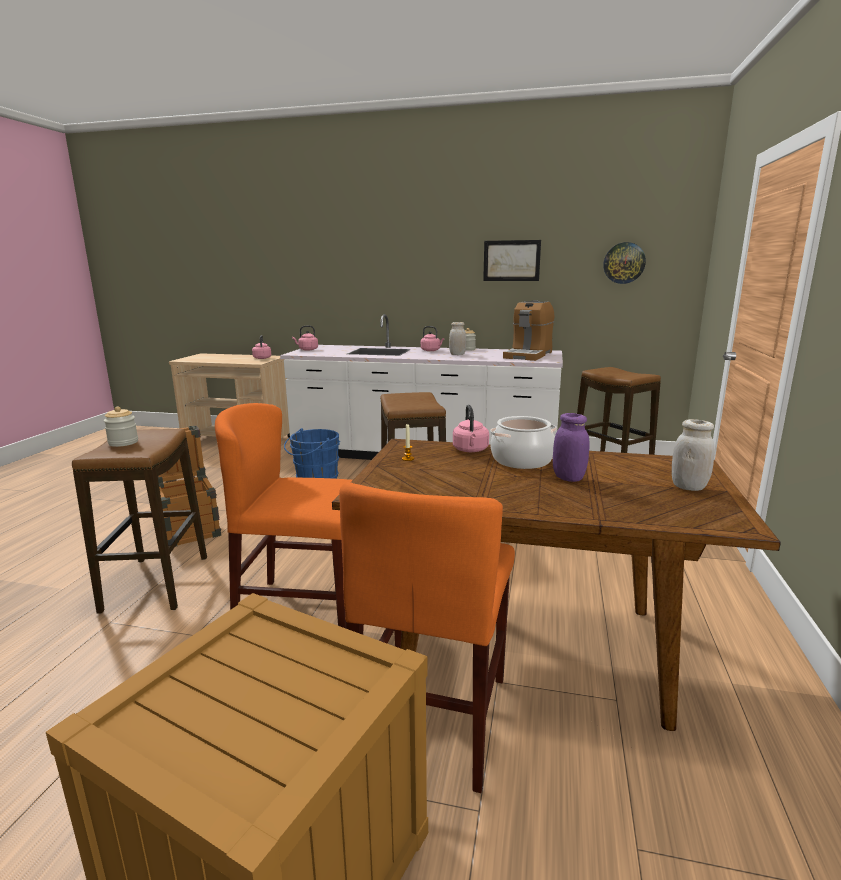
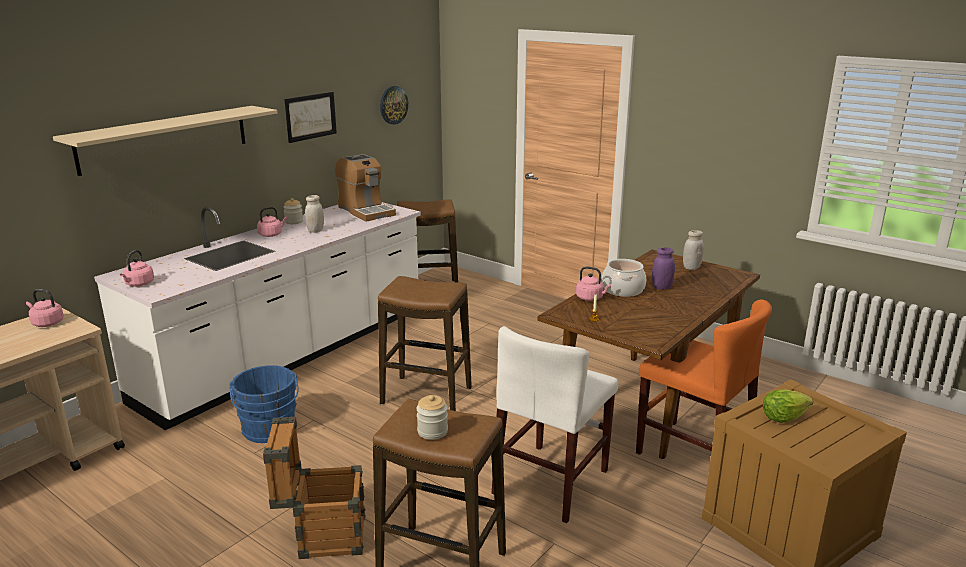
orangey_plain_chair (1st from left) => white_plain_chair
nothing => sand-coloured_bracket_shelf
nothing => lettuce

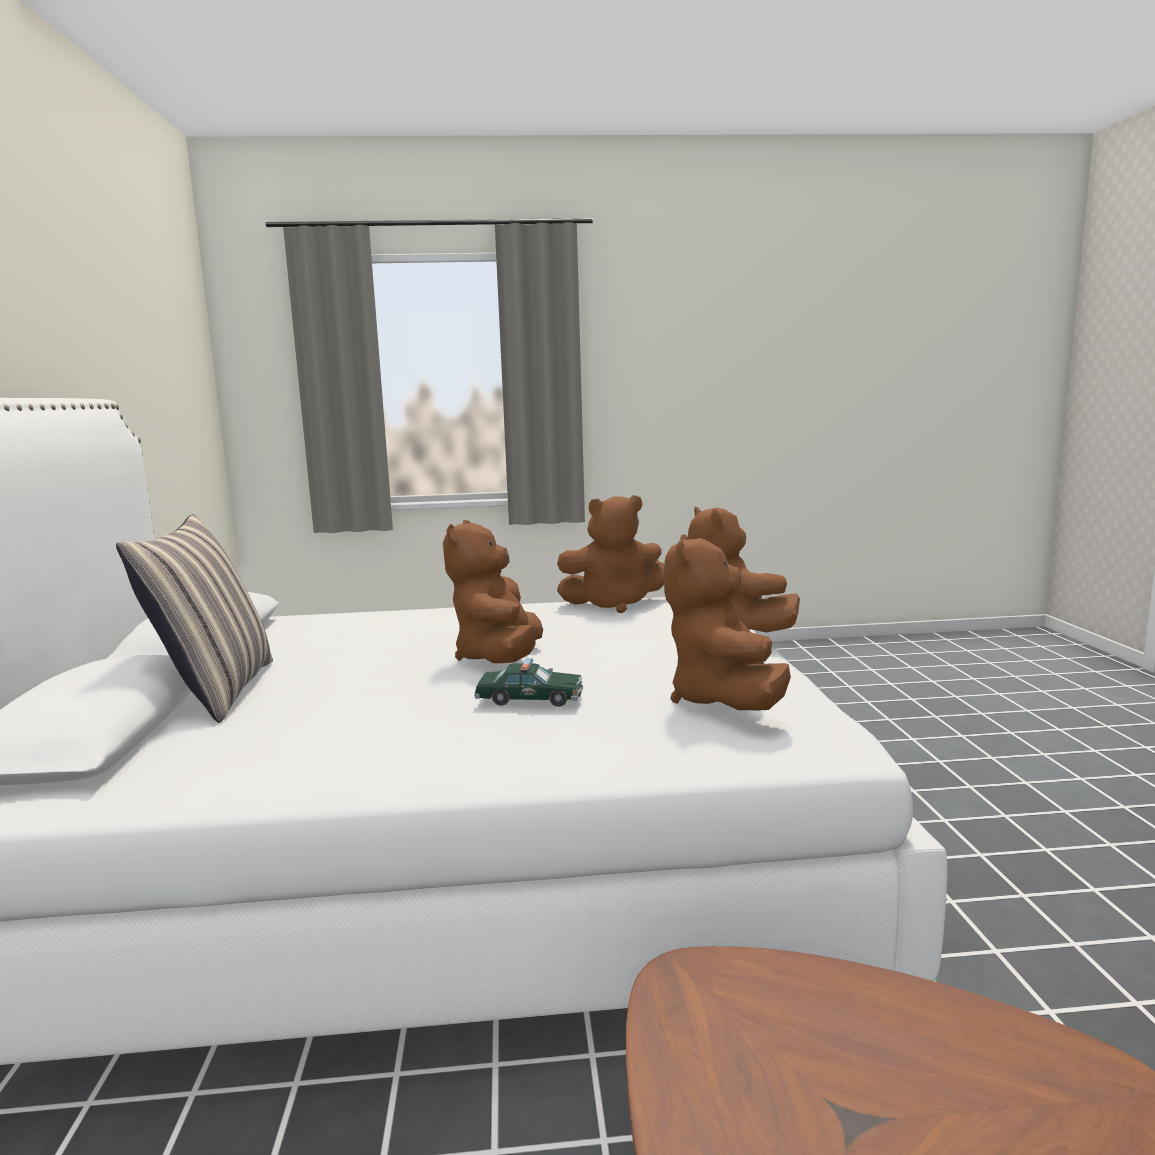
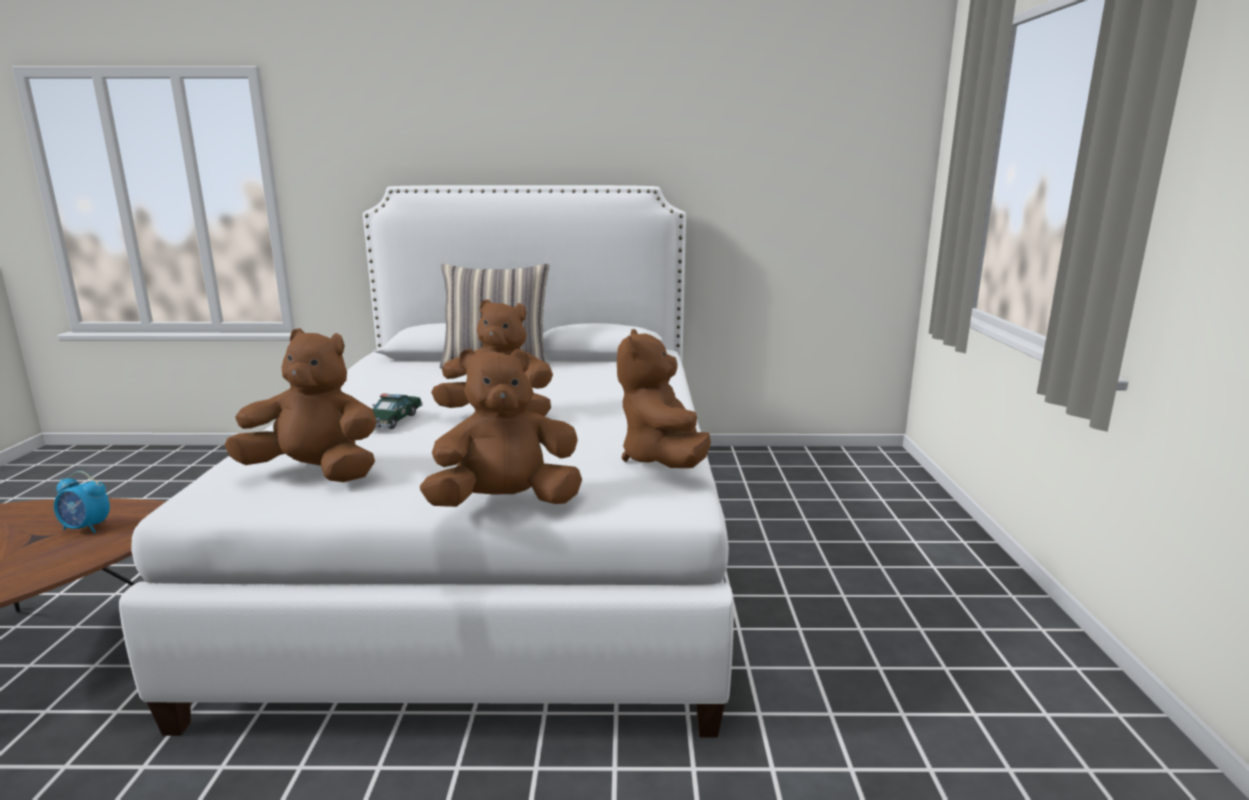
nothing => alarm_clock

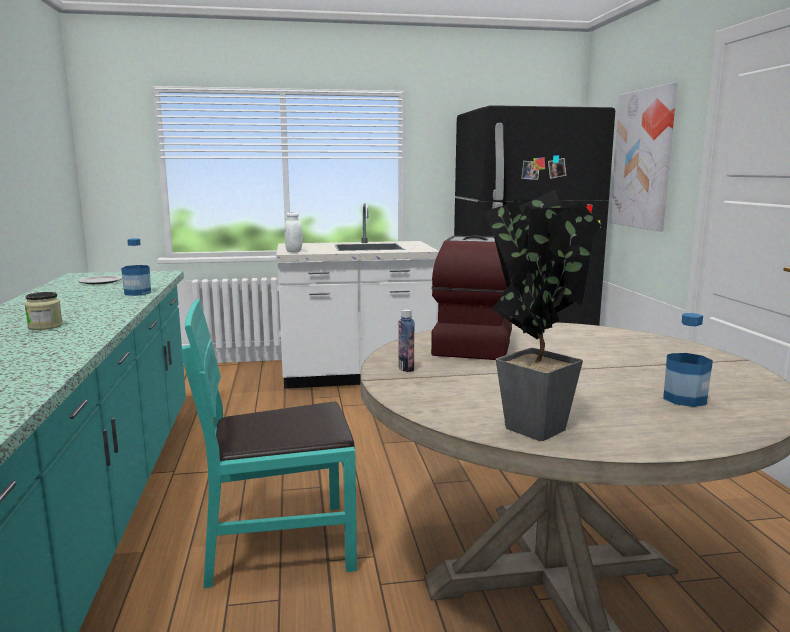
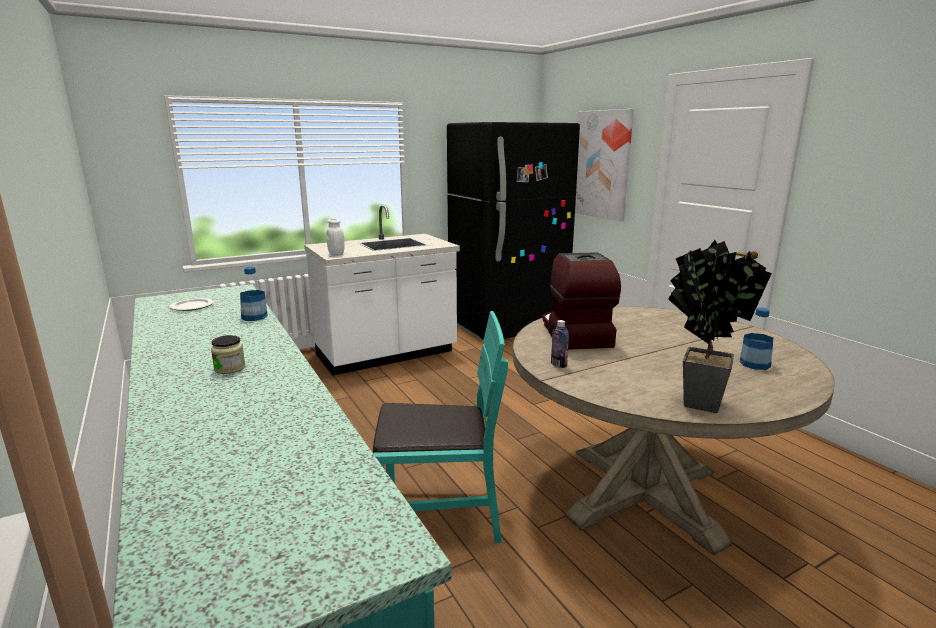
turquoise-coloured_plain_chair, 150 degrees counterclockwise

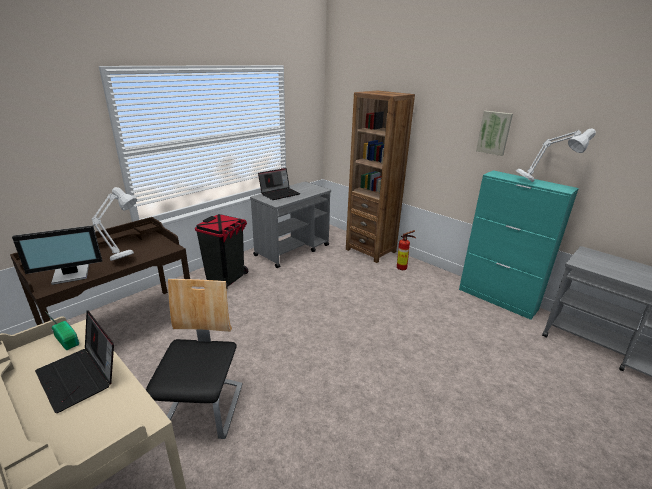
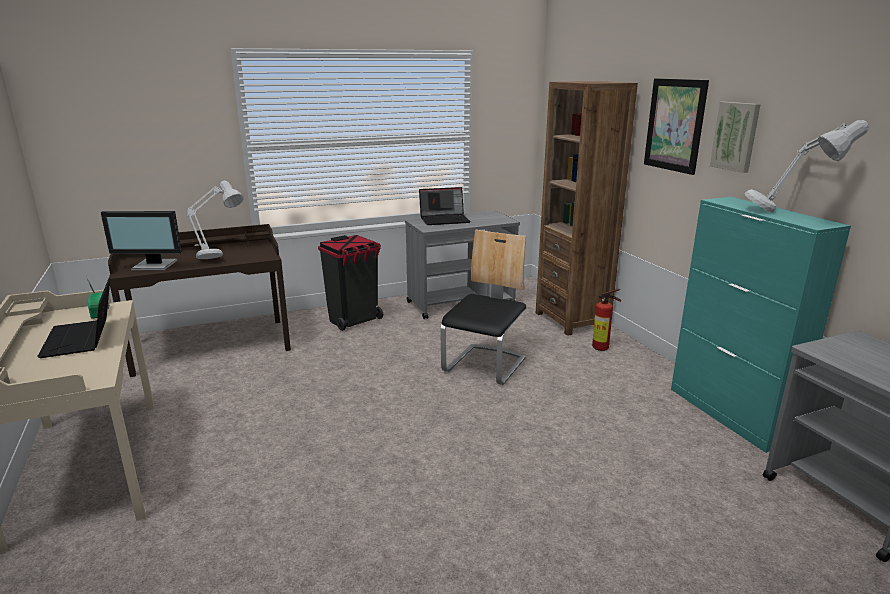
plain_chair, move
nothing => wall_art (1st from left)

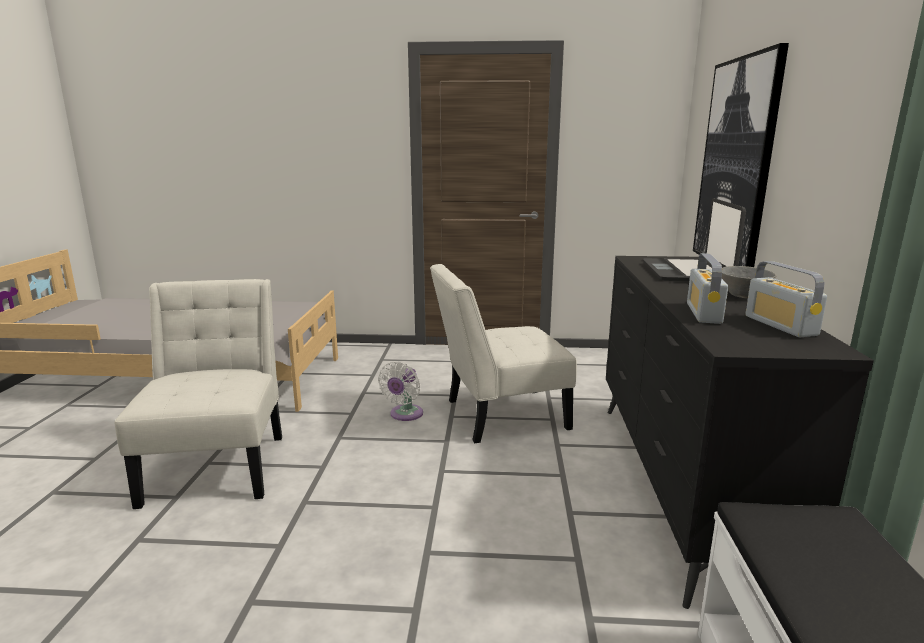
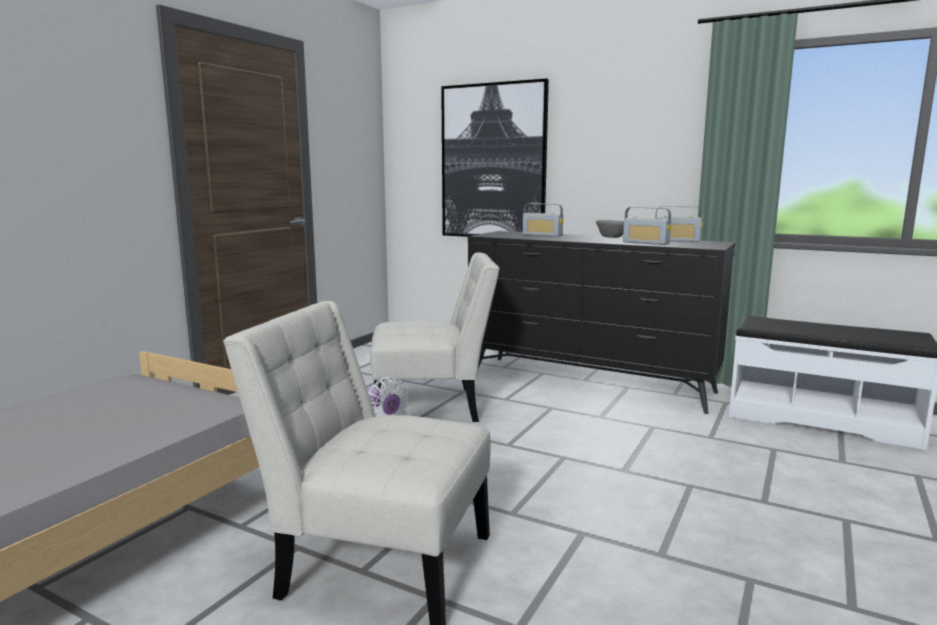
portable_computer => radio_receiver (1st from left)
white_plain_chair (2nd from left), 105 degrees counterclockwise

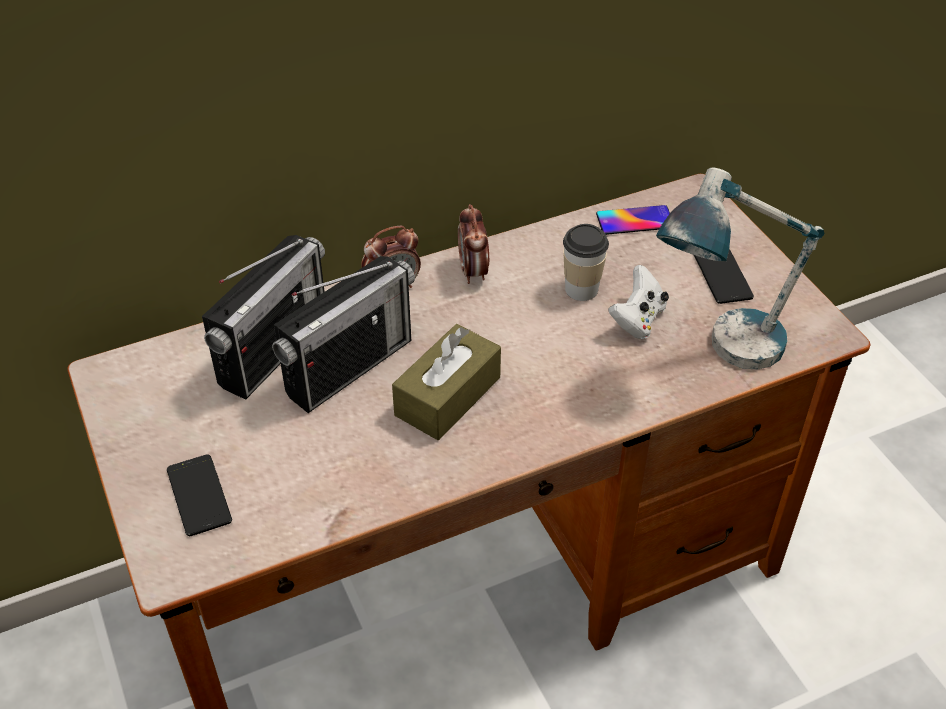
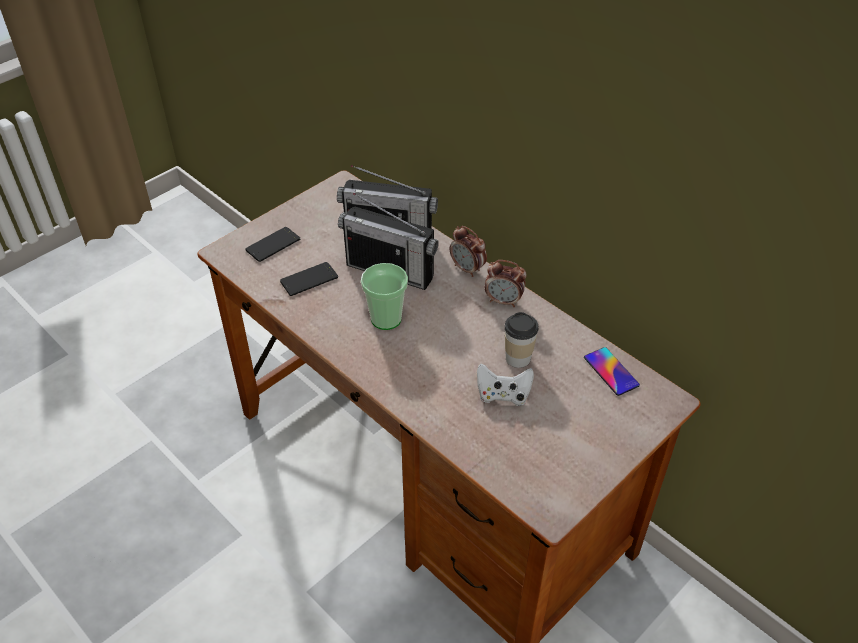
tabletop_lamp => nothing
alarm_clock (2nd from left), 135 degrees counterclockwise
telephone (3rd from left in the first image) => telephone (2nd from left), move
brown_tissue_holder => drinking_cup (1st from left)

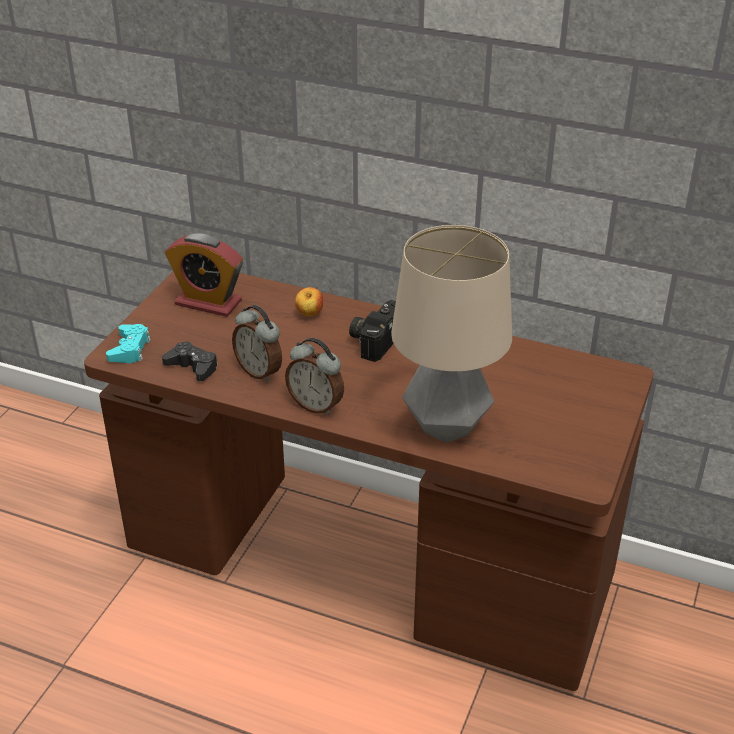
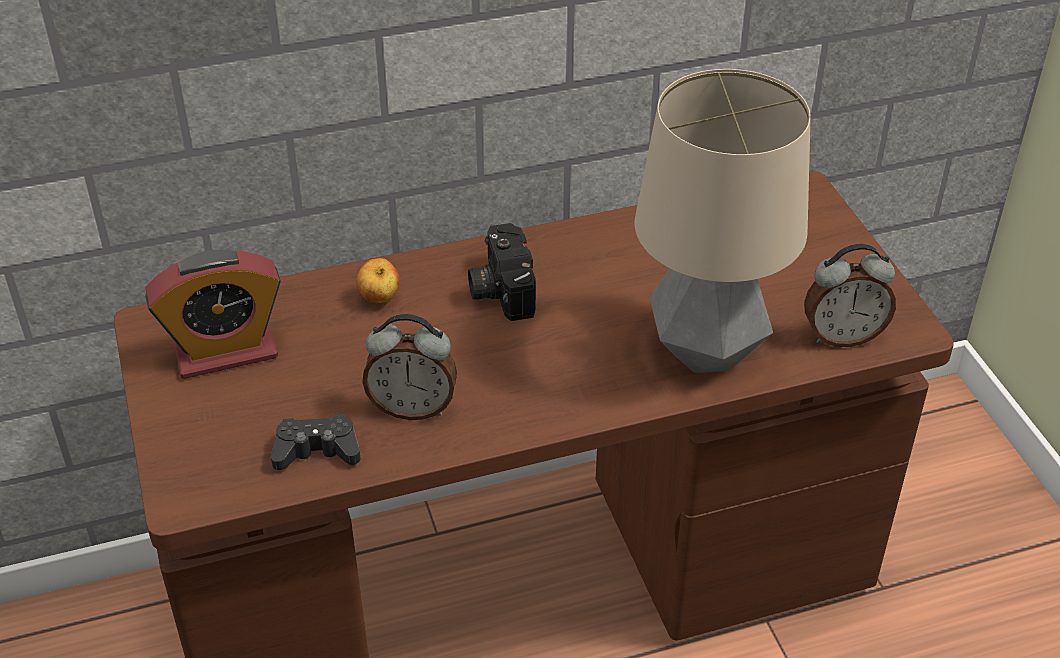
turquoise-coloured_game_controller => nothing
alarm_clock (3rd from left), move

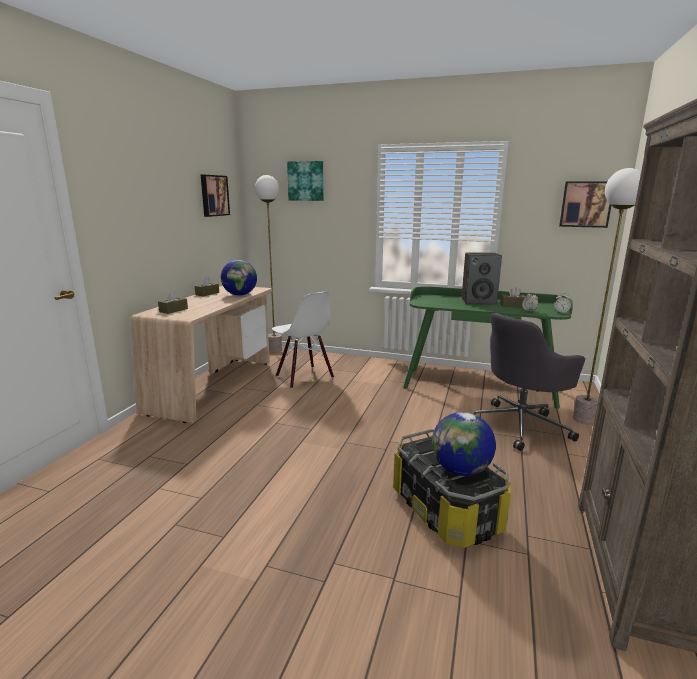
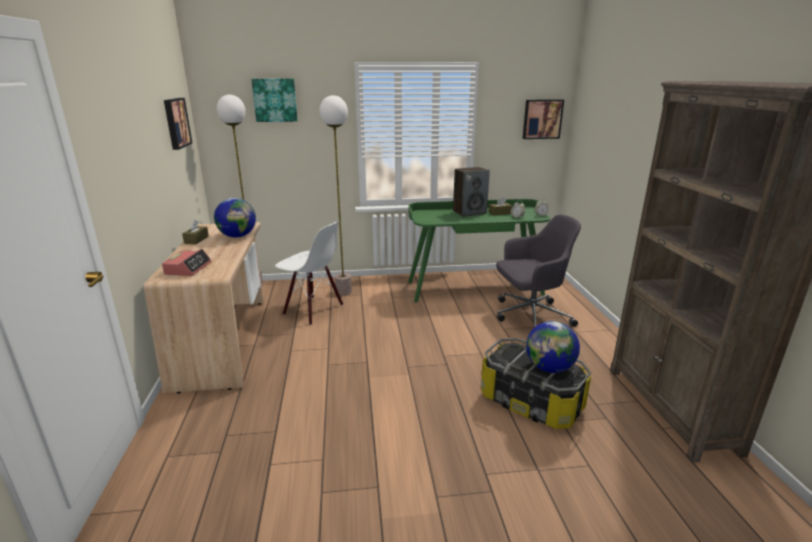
floor_lamp (2nd from left), move
brown_tissue_holder (1st from left) => alarm_clock (1st from left)
grey_office_chair, 135 degrees counterclockwise

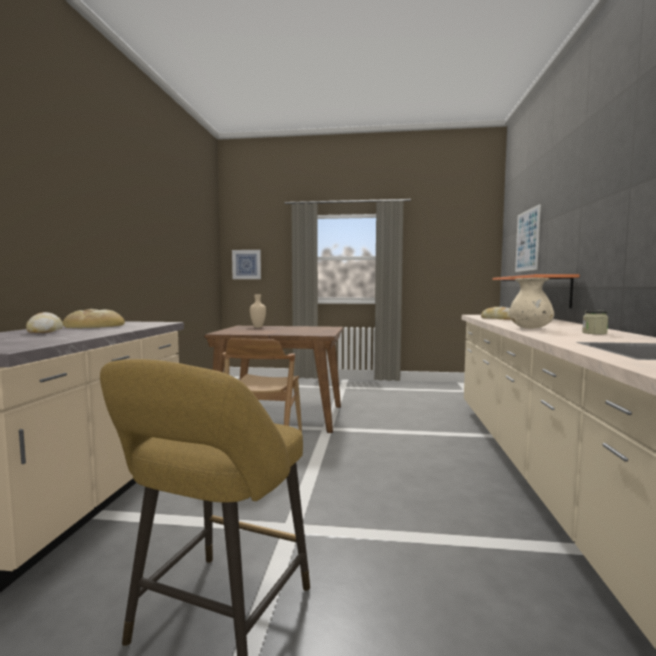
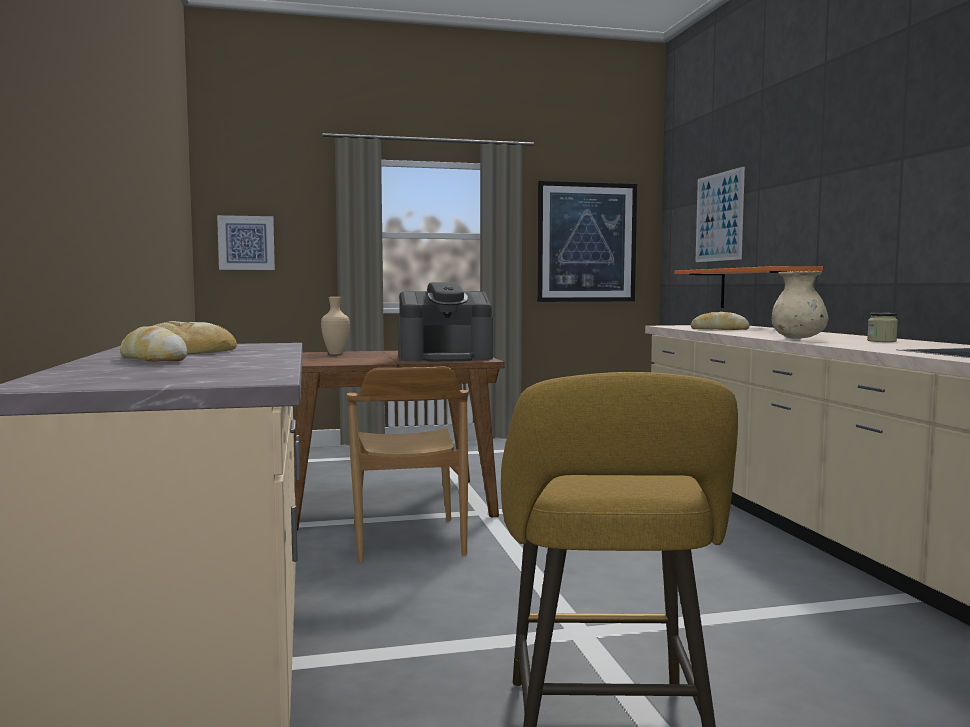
nothing => wall_art (2nd from left)
nothing => coffee_maker

